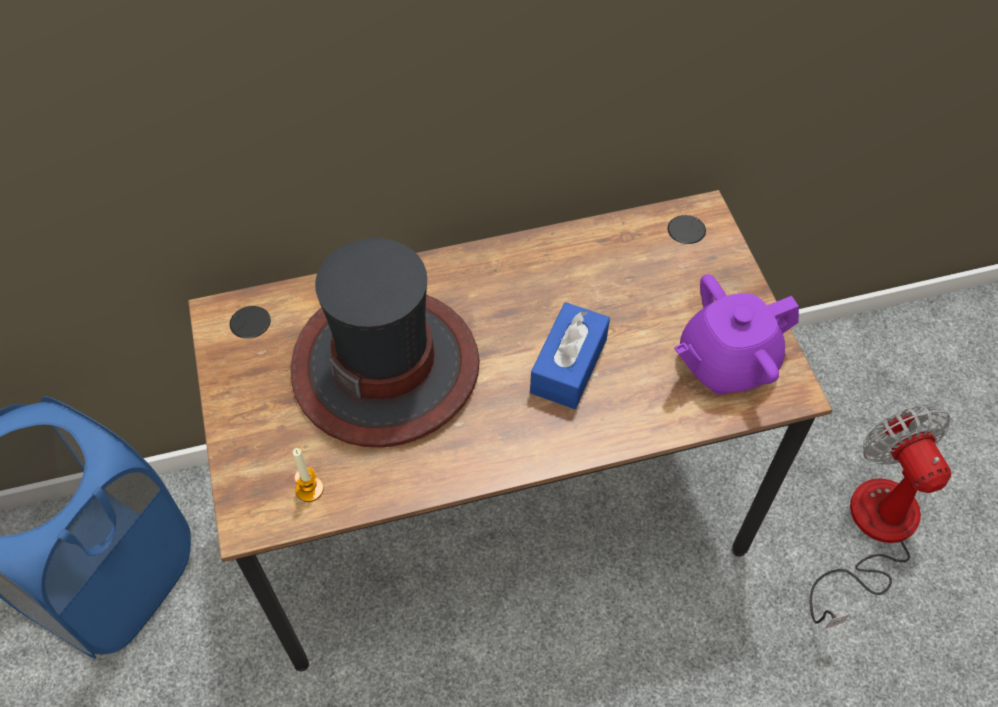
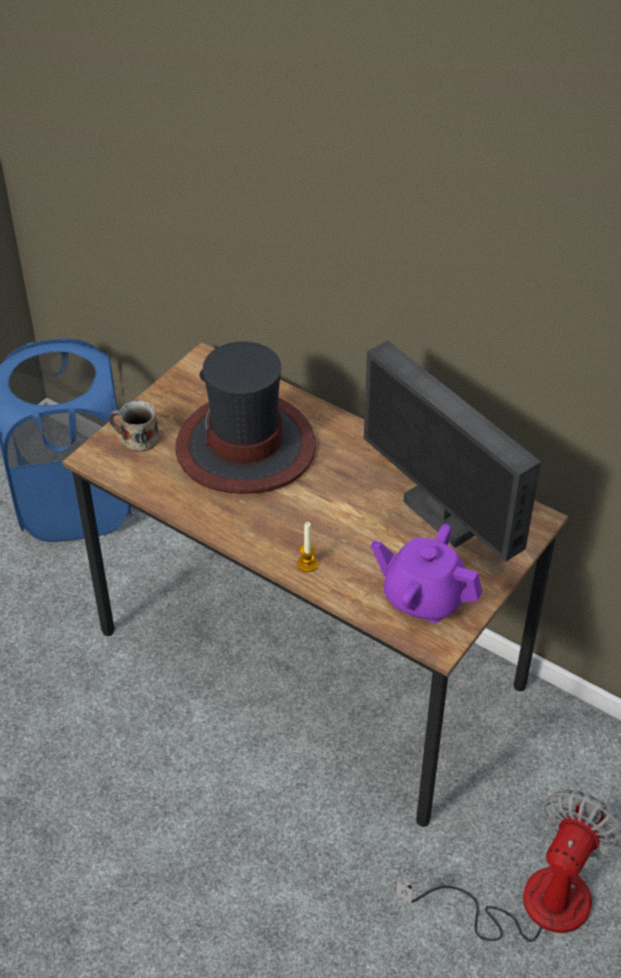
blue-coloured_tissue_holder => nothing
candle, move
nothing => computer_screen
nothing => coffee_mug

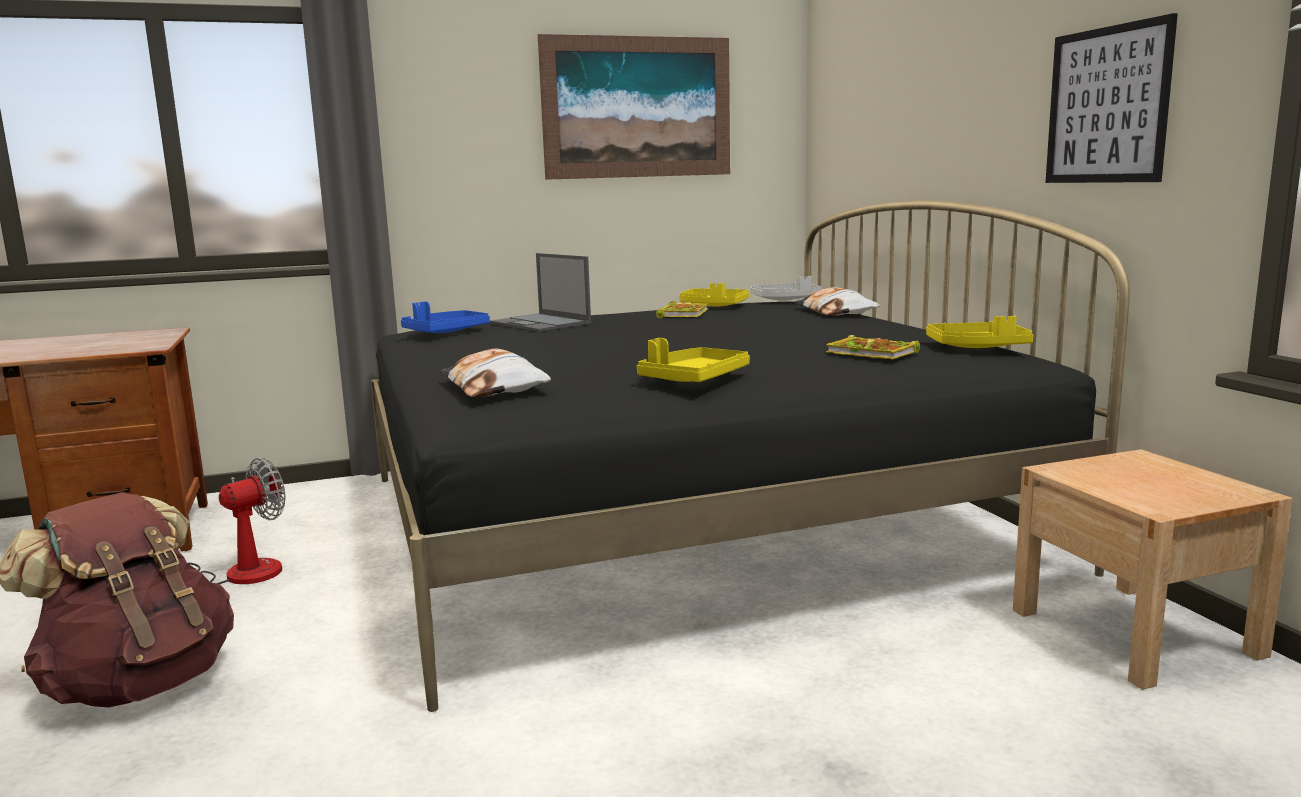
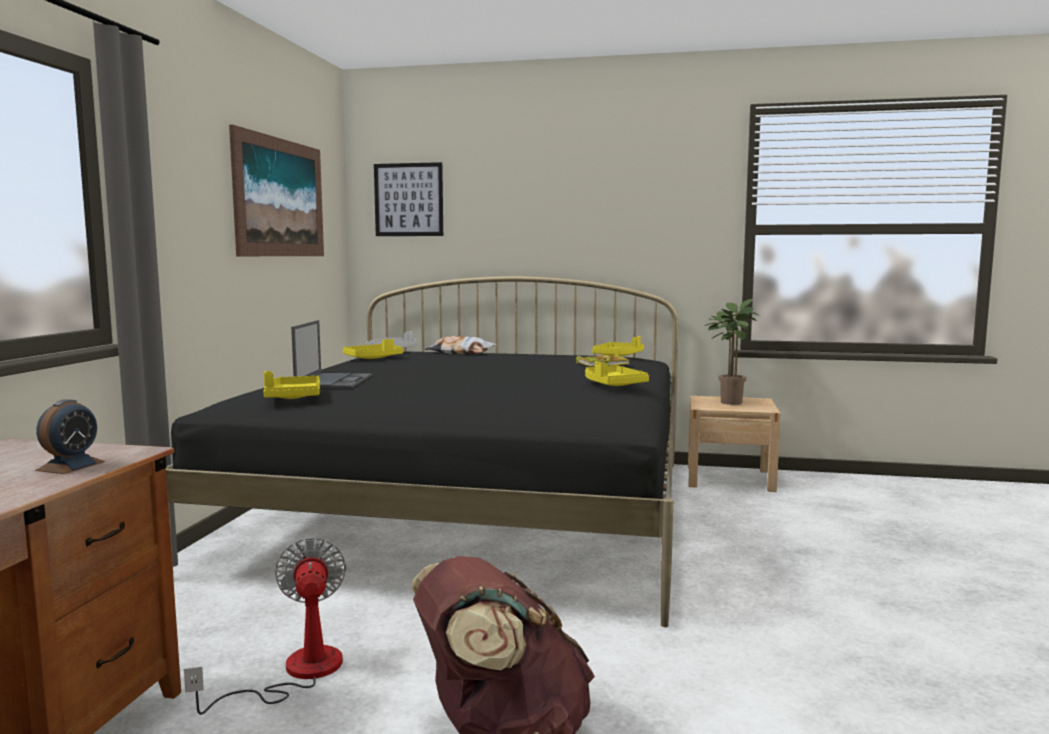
wall_art (2nd from left), move
portable_computer, 75 degrees counterclockwise
blue-coloured_serving_tray => yellow-coloured_serving_tray (1st from left)
bound_book (1st from left) => nothing
cushion (1st from left) => nothing
nothing => houseplant
nothing => alarm_clock

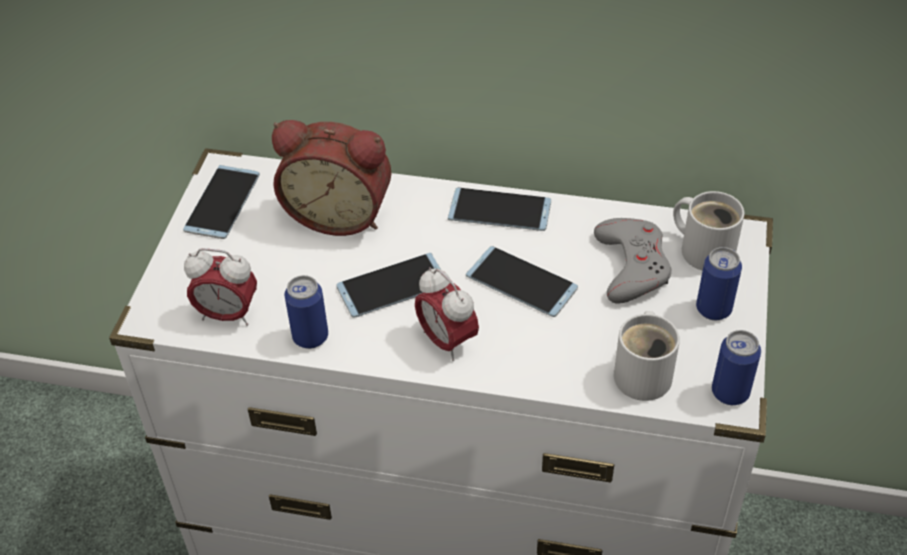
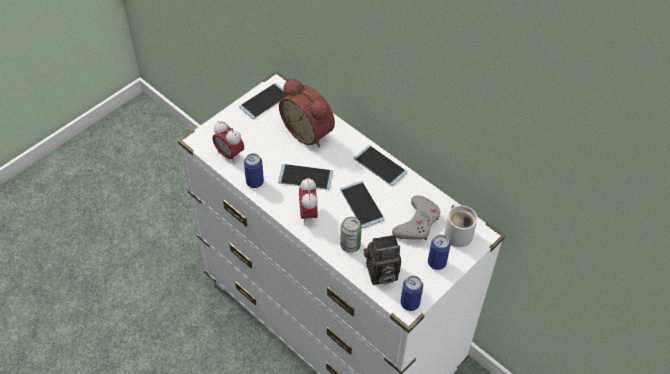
white_coffee_mug (1st from left) => still_camera
nothing => metal_can (2nd from left)

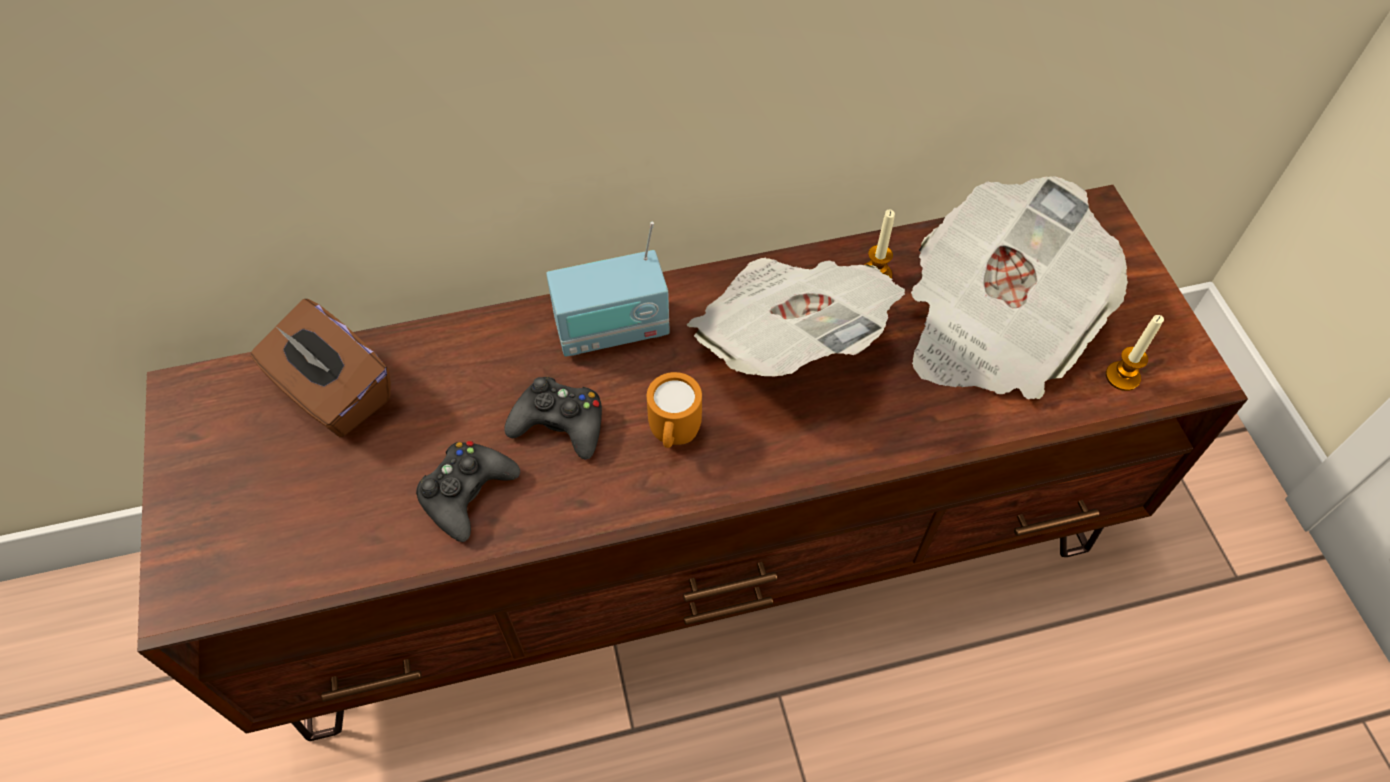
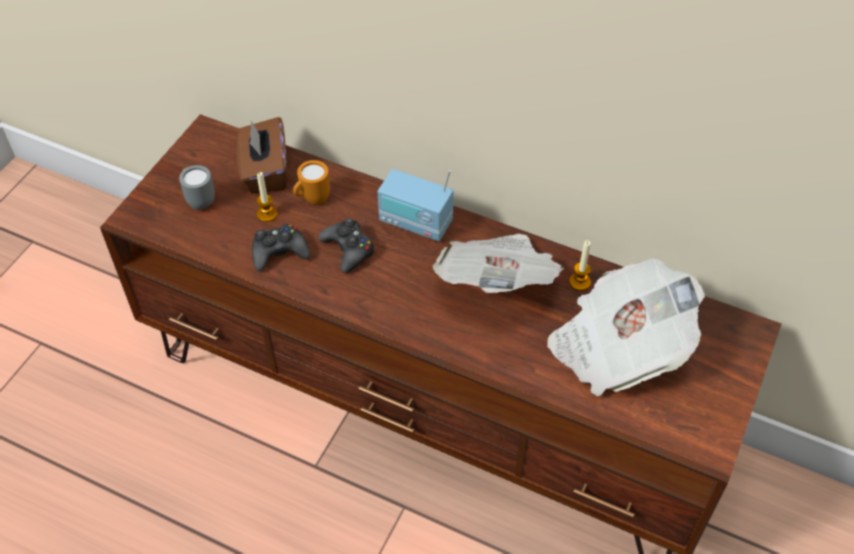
candle (2nd from left in the first image) => candle (1st from left), move
orangey_coffee_mug, move
nothing => grey_coffee_mug

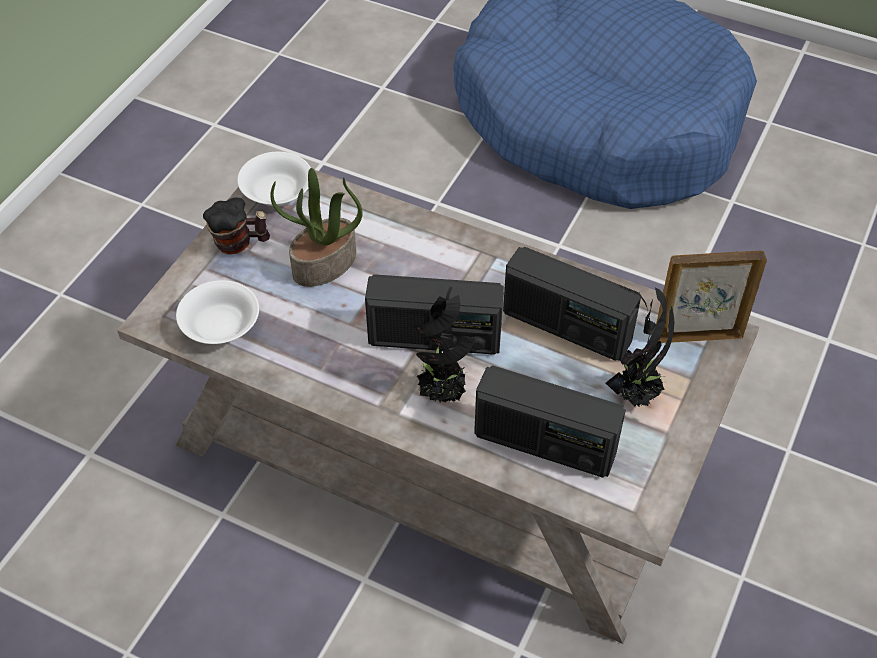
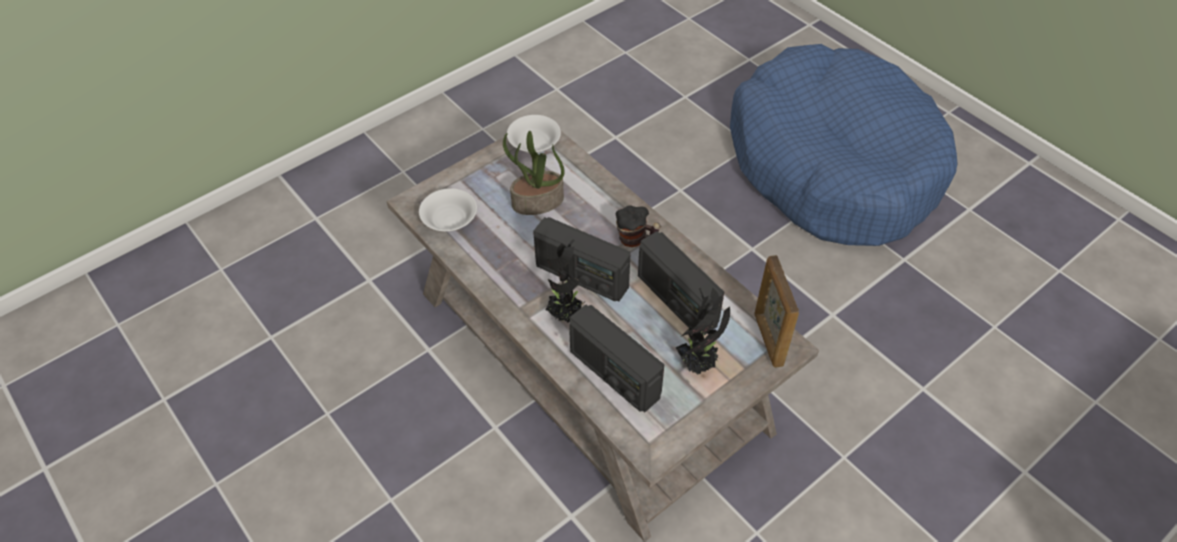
coffee_mug, move
standing_frame, 120 degrees counterclockwise

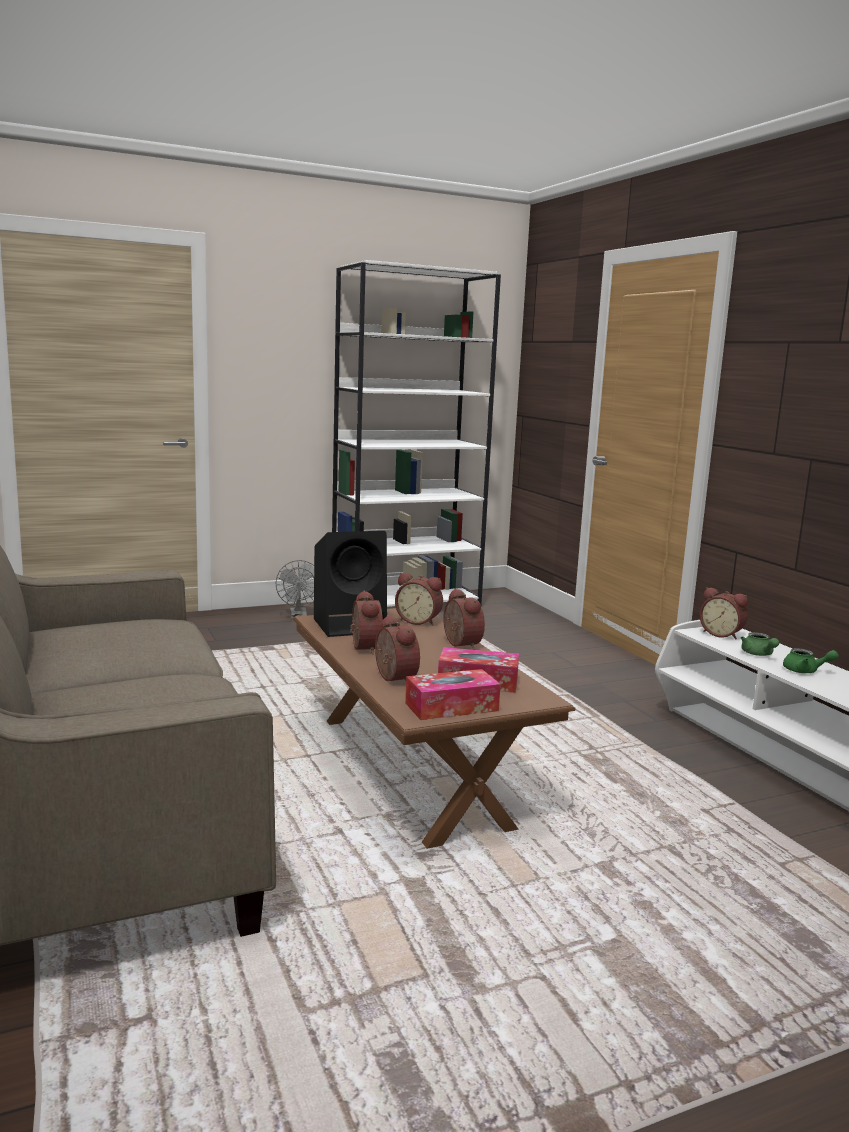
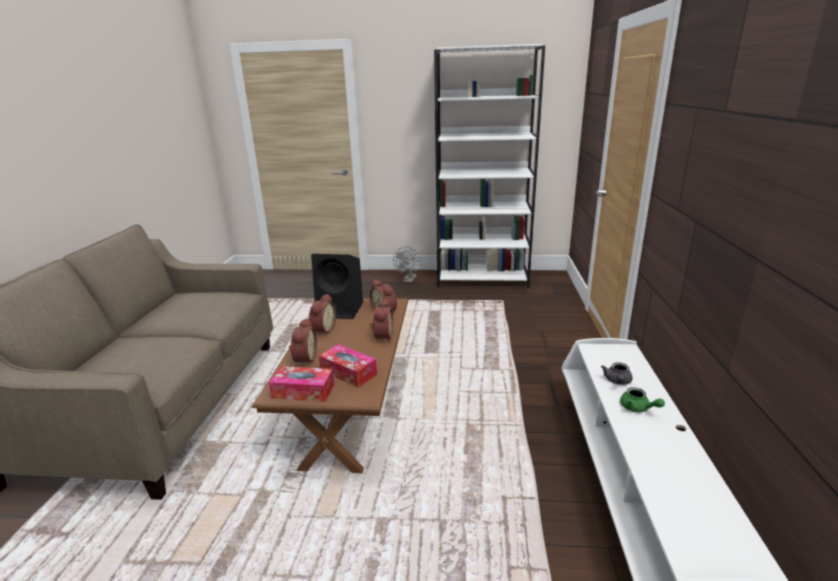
alarm_clock (5th from left) => nothing
green-coloured_pot_for_tea (1st from left) => grey_pot_for_tea

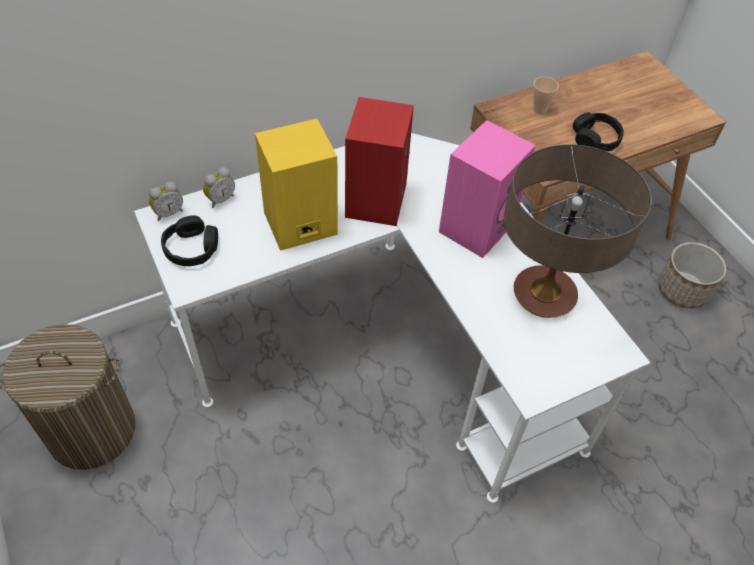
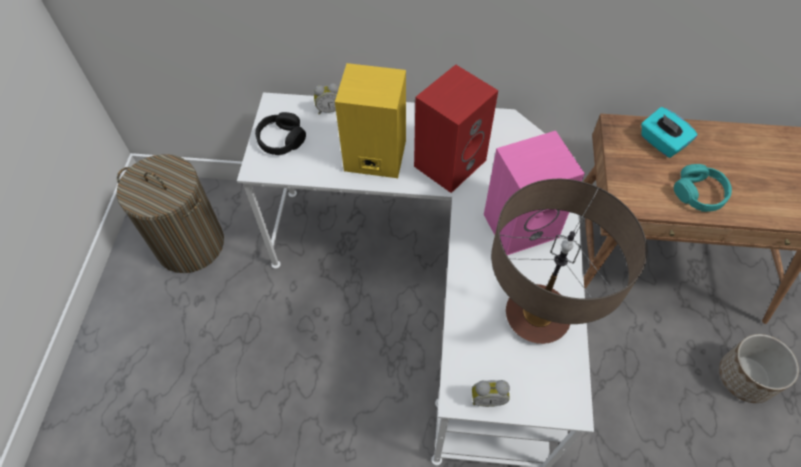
drinking_cup => turquoise-coloured_tissue_holder
blackish_headphones (2nd from left) => turquoise-coloured_headphones
alarm_clock (1st from left in the first image) => alarm_clock (2nd from left), move

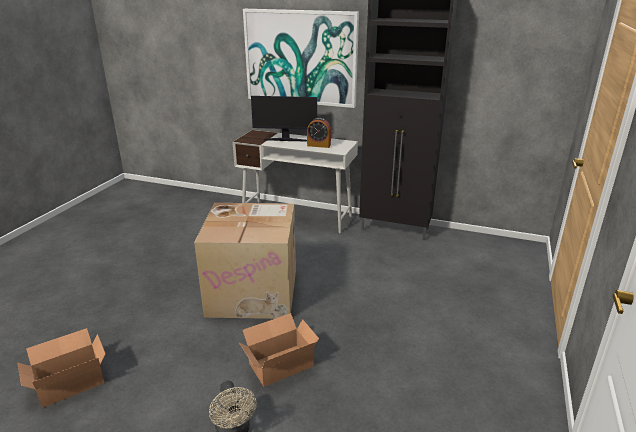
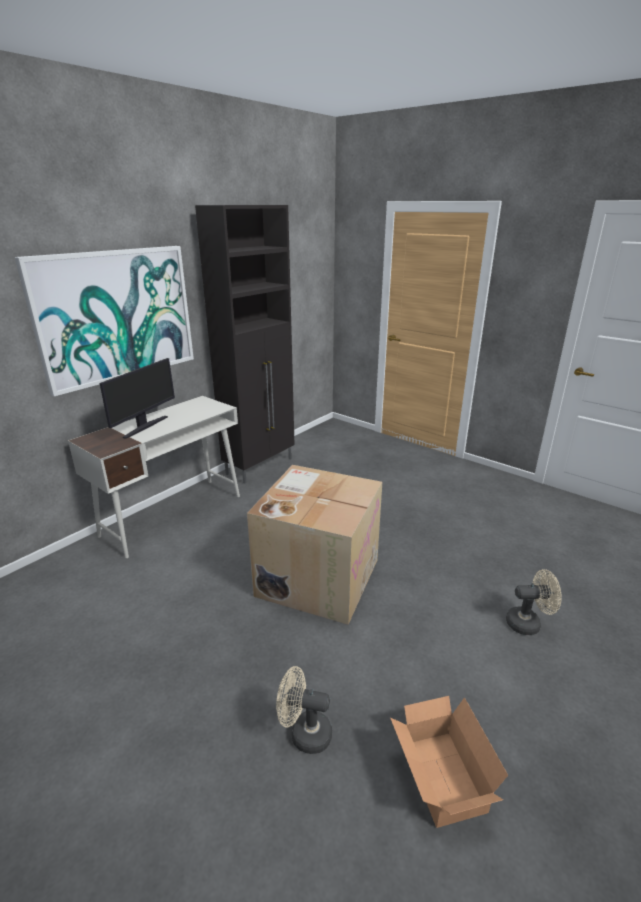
alarm_clock => nothing
cardboard_box (3rd from left) => nothing
nothing => sand-coloured_electric_fan (1st from left)

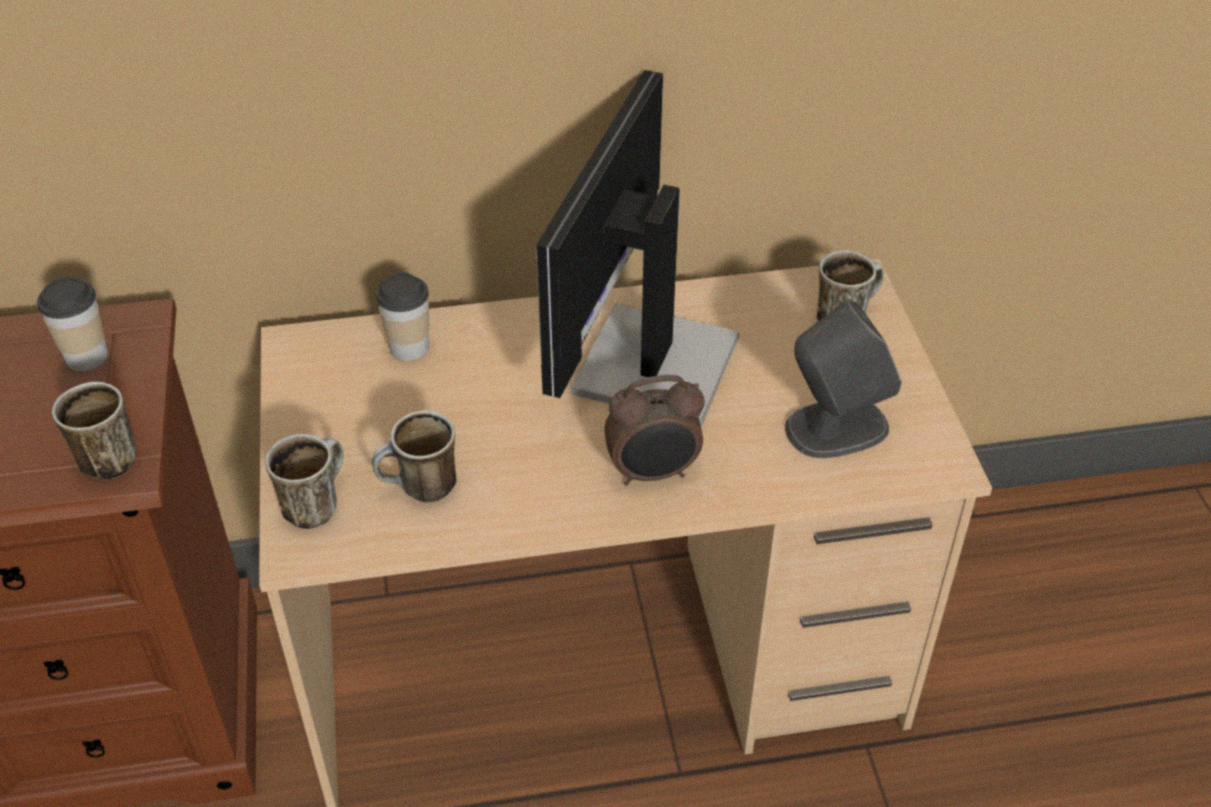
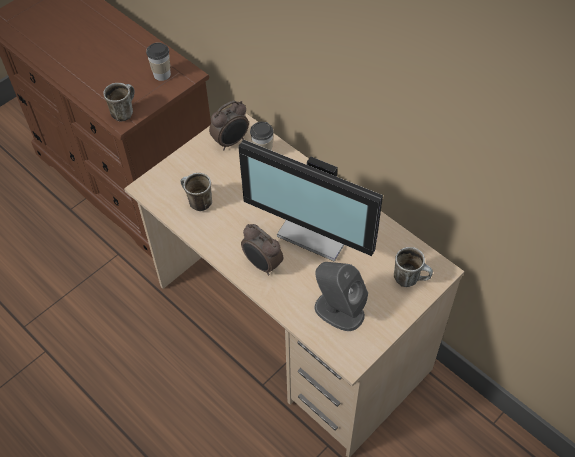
computer_screen, 135 degrees counterclockwise
coffee_mug (2nd from left) => nothing
nothing => alarm_clock (1st from left)

